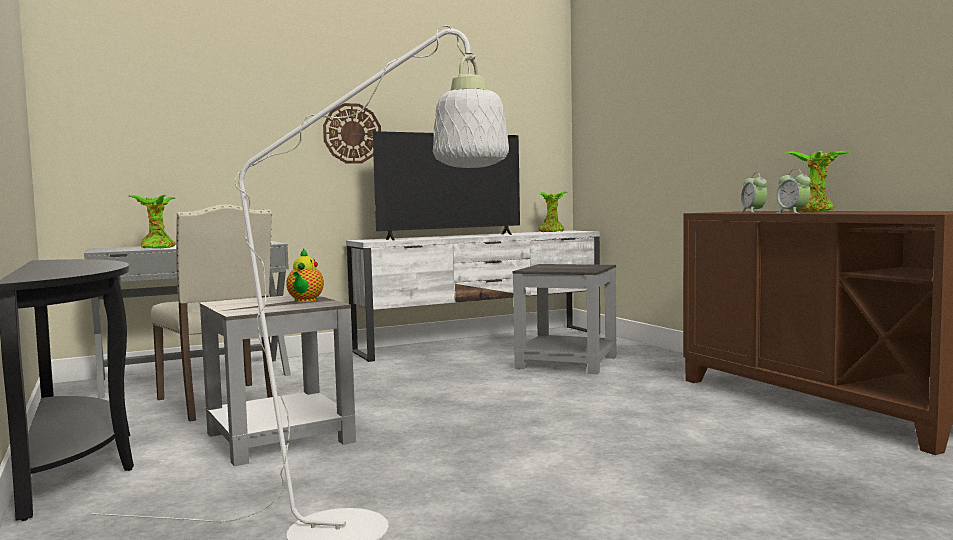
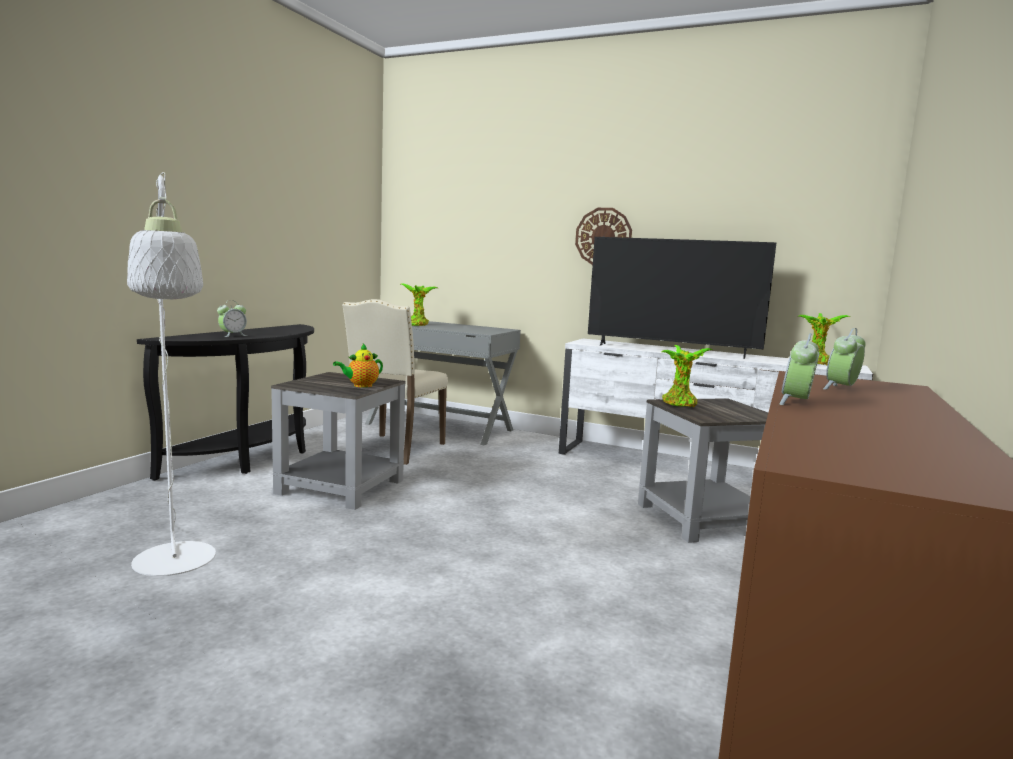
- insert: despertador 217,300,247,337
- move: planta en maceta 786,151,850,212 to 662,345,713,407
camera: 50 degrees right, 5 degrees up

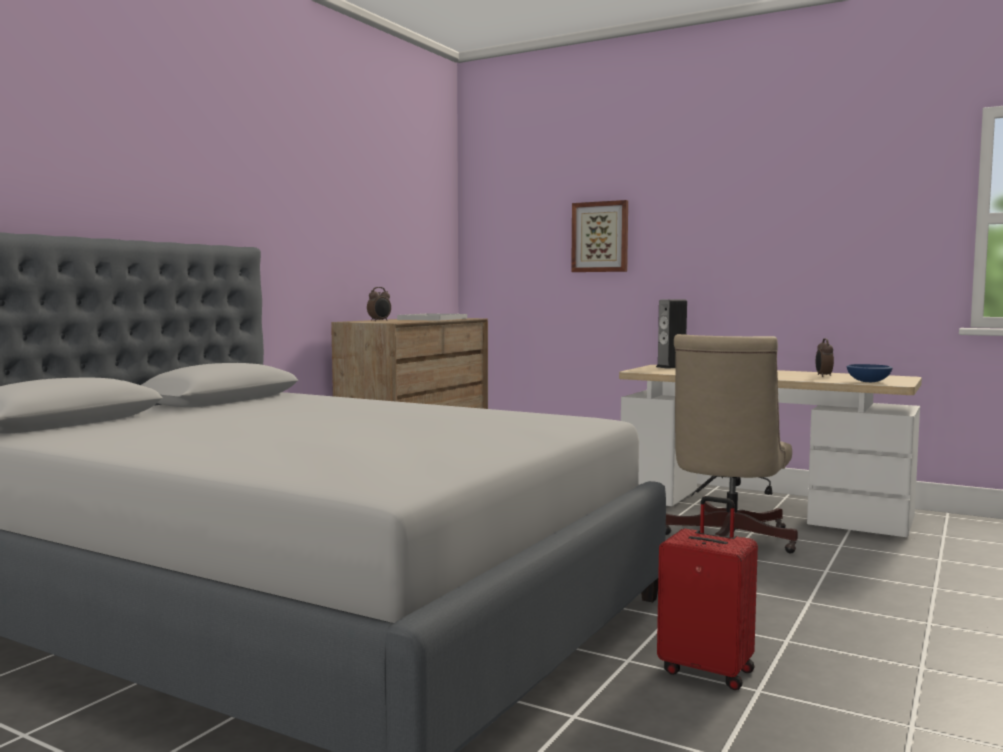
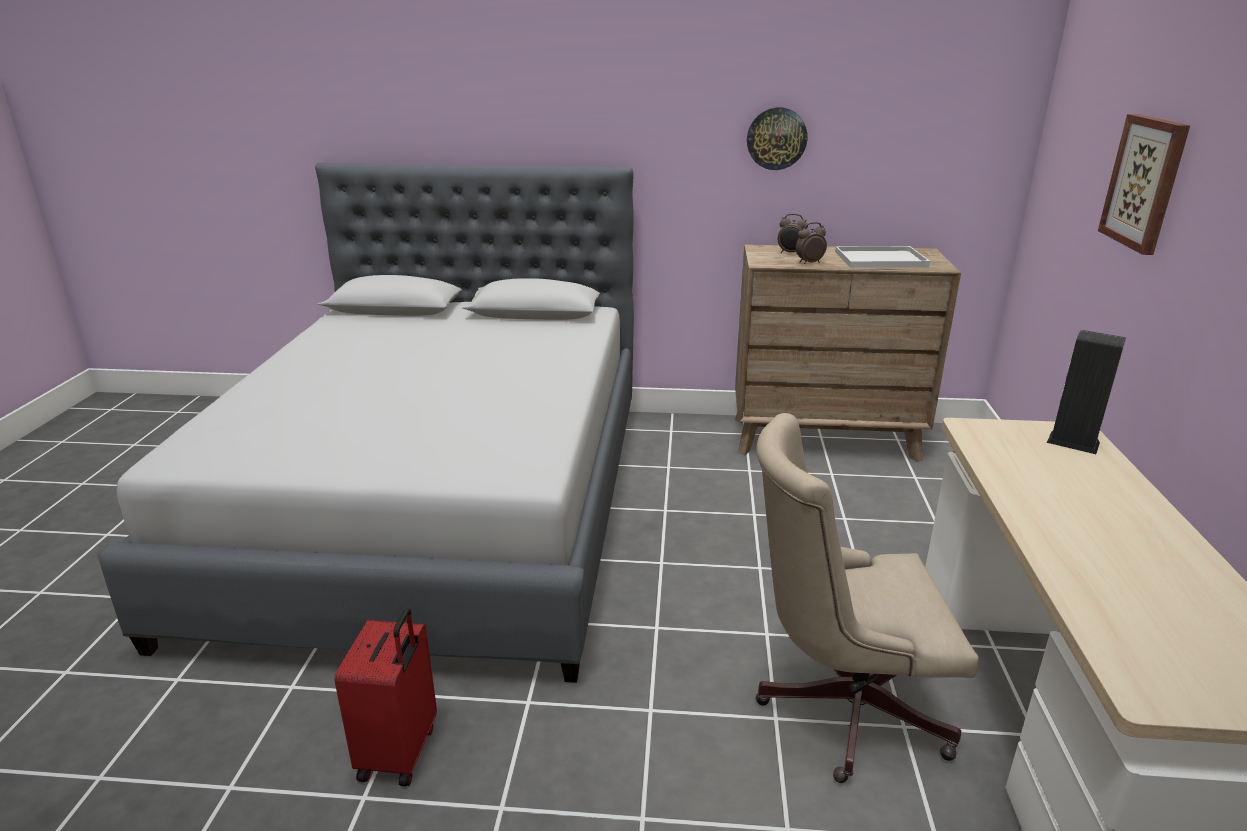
- insert: reloj de pared 747,107,807,170
- move: despertador 816,338,834,377 to 796,222,827,264
- delete: cuenco [azul] 846,364,893,382
camera: 65 degrees right, 20 degrees up

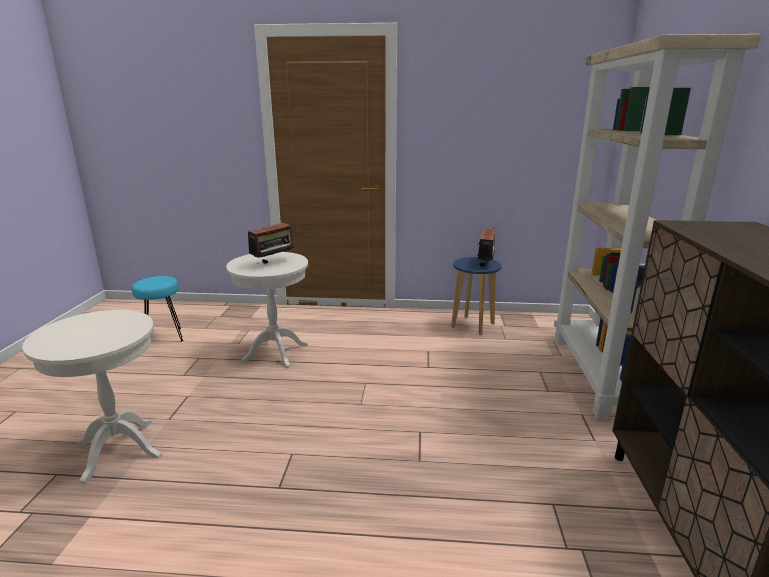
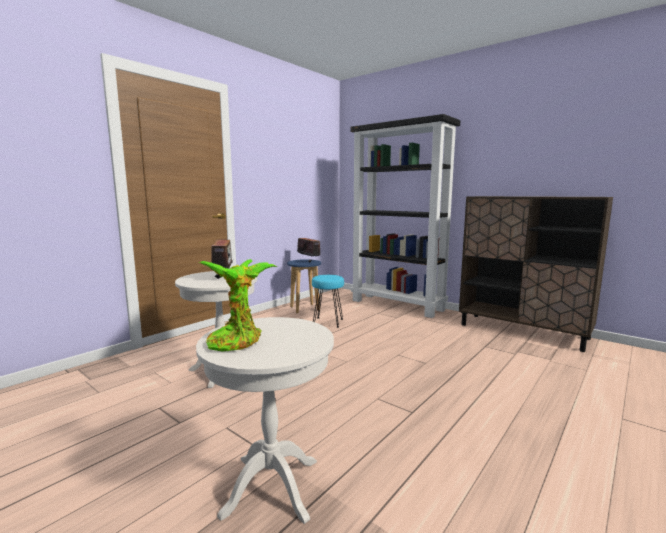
- insert: planta en maceta 198,259,278,352
- move: taburete [turquesa] 132,276,184,342 to 312,275,344,328
- recolor: estantería [beis] 554,34,761,420 to estantería [negro] 350,114,460,318
camera: 55 degrees left, 10 degrees down

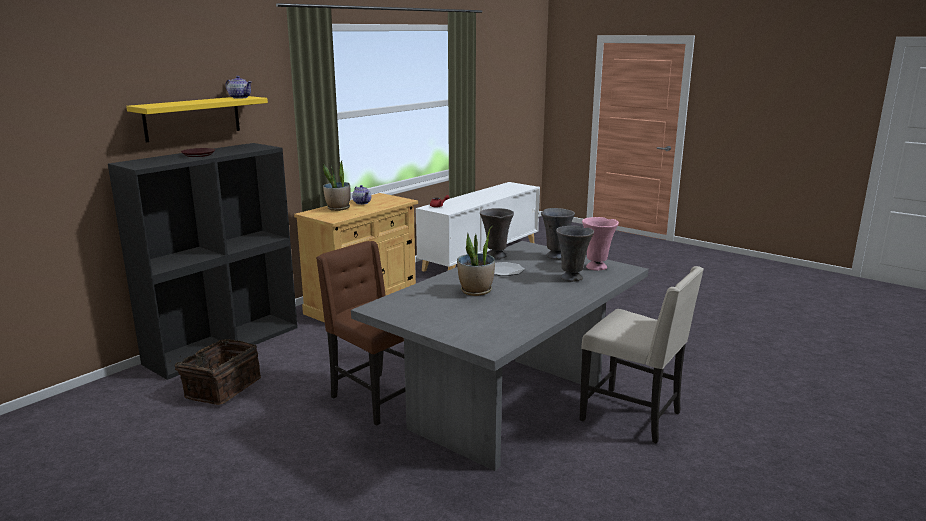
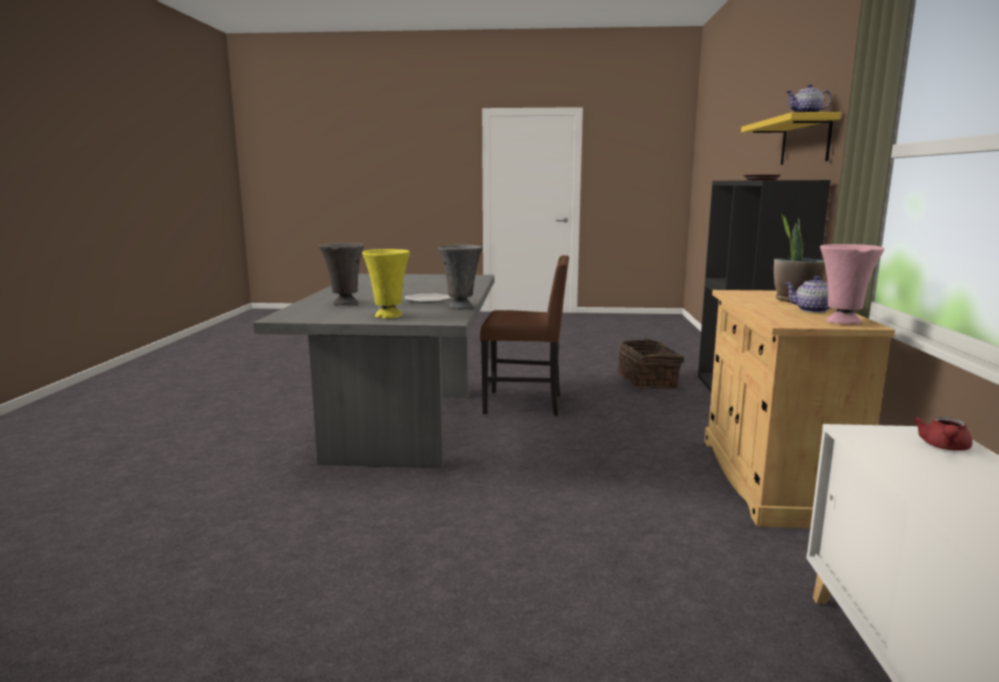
- recolor: florero [gris] 541,208,575,259 to florero [amarillo] 362,249,410,318
- move: florero [rosa] 582,217,619,271 to 820,244,884,325
- delete: planta en maceta 457,226,495,296
- delete: silla [beis] 579,266,704,444
camera: 145 degrees right, 5 degrees down

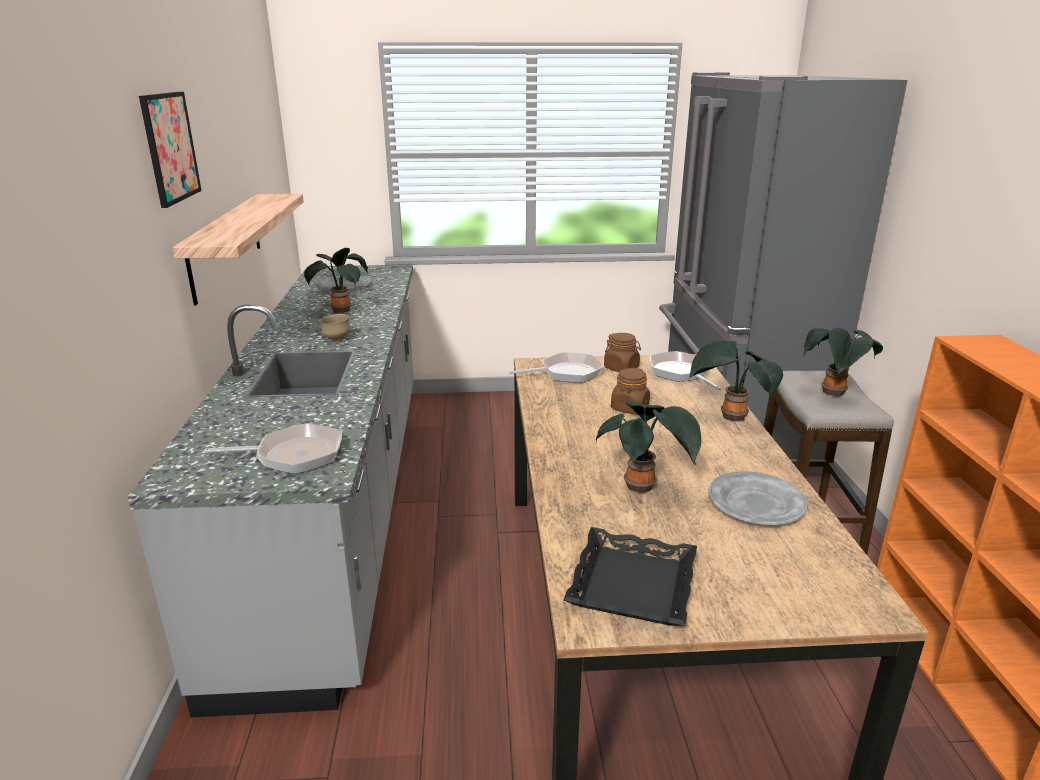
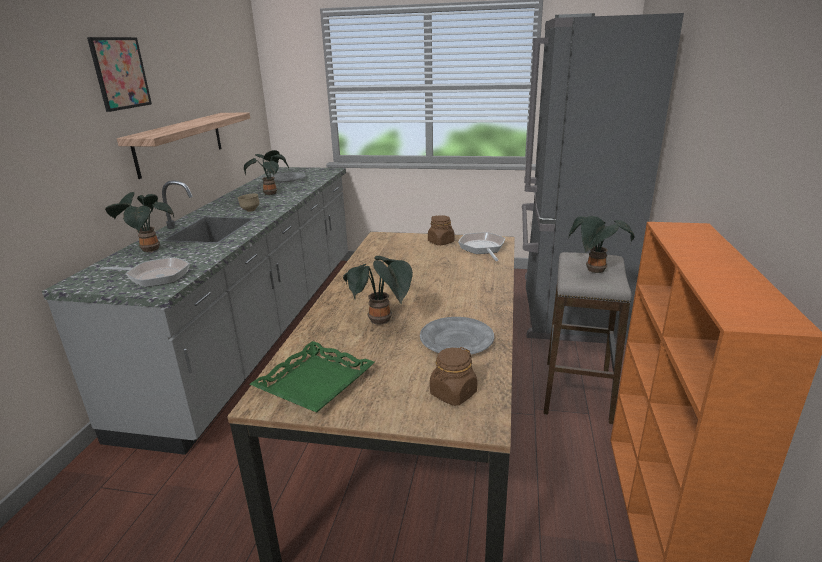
- move: planta en maceta 689,340,783,422 to 105,192,174,253
- recolor: bandeja [negro] 564,527,697,626 to bandeja [verde] 250,341,375,413
- move: tarro [marrón] 611,368,650,414 to 430,347,477,406
- delete: sartén 508,352,604,383
camera: 15 degrees right, 0 degrees up

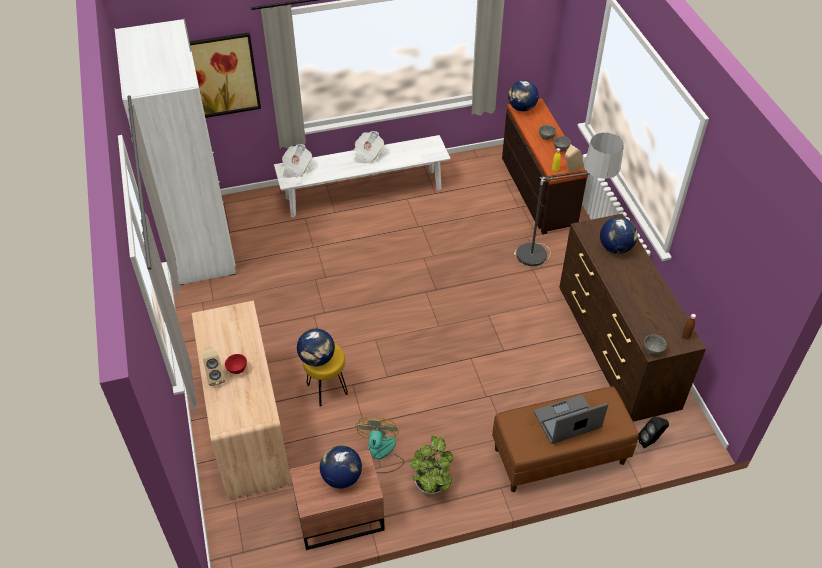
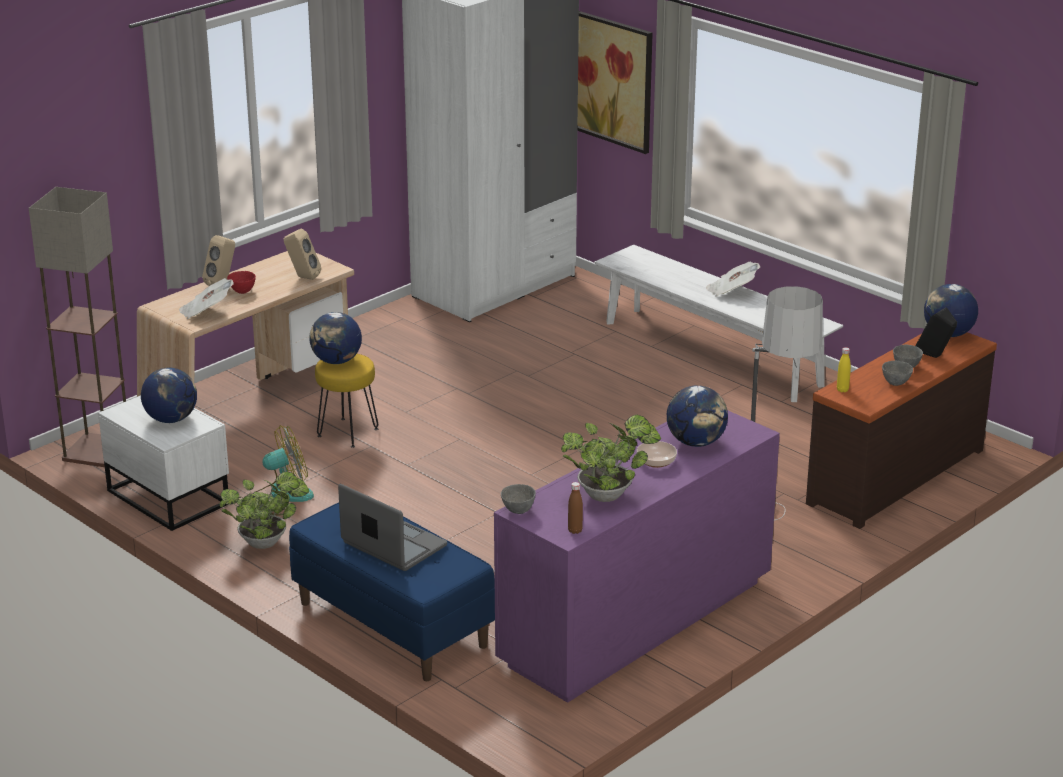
- insert: lámpara de pie 29,187,126,467
- recolor: mesita de noche [marrón] 290,450,385,550 to mesita de noche [blanco] 98,395,229,531
- move: periódico 282,144,312,178 to 179,278,234,319
- move: altavoz [beis] 565,145,584,172 to 284,229,321,280
- recolor: banco [marrón] 492,386,639,492 to banco [azul] 289,502,495,681
- recolor: cómoda [marrón] 559,214,706,422 to cómoda [morado] 494,410,780,703
- insert: planta en maceta 561,415,661,502
- insert: cuenco 637,441,677,468
- move: altavoz [negro] 638,417,669,448 to 916,307,957,358
camera: 60 degrees right, 20 degrees down

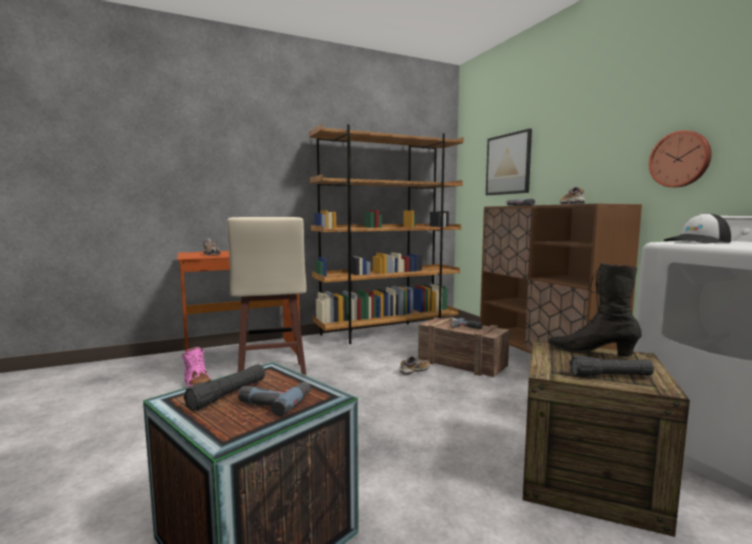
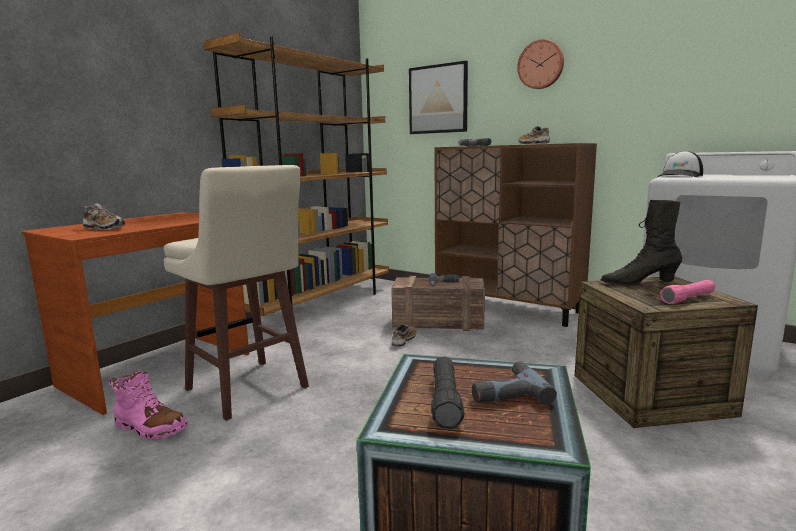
- move: reloj de pared 649,130,712,187 to 517,39,564,89
- recolor: linterna [negro] 570,356,654,377 to linterna [rosa] 660,280,715,304
camera: 30 degrees left, 5 degrees up

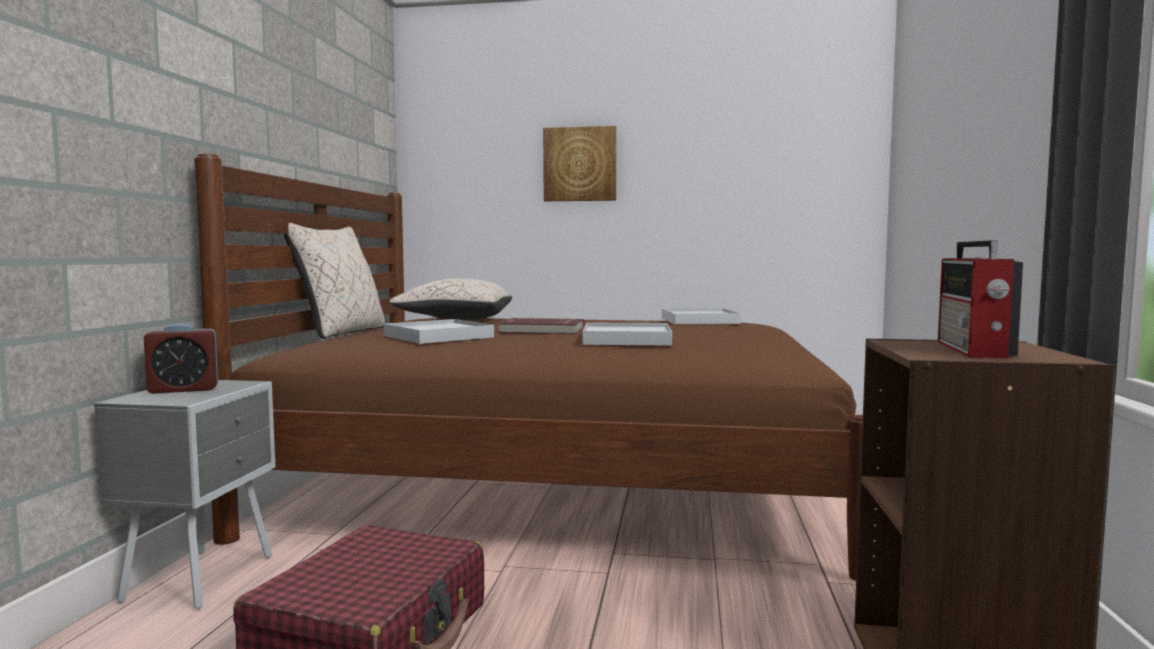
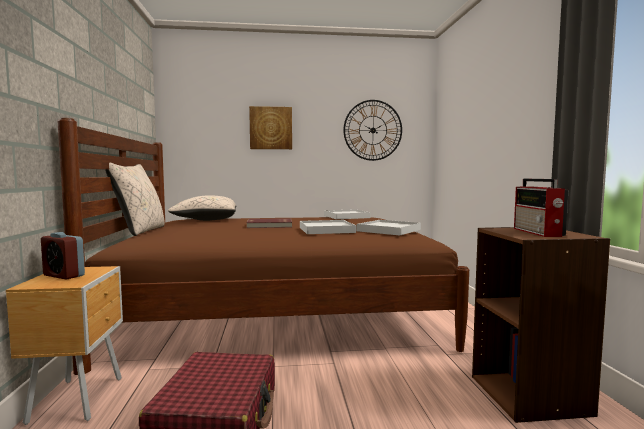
- recolor: mesita de noche [gris] 94,380,275,610 to mesita de noche [marrón] 6,266,123,425
- rotate: despertador 144,324,218,394 = 41,232,85,280 60 degrees clockwise
- insert: reloj de pared 343,100,402,161
- move: bandeja [blanco] 384,319,494,344 to 356,220,421,236
camera: 15 degrees left, 0 degrees up

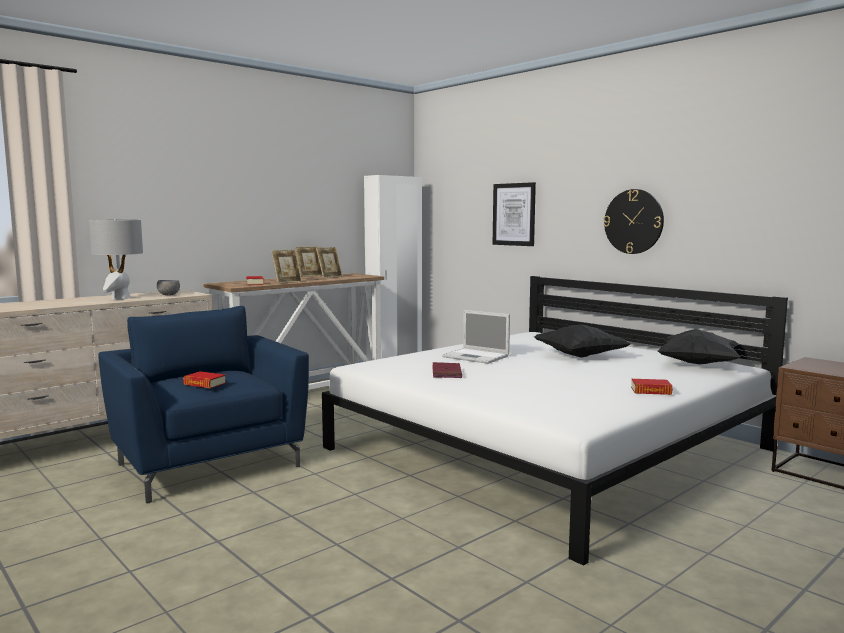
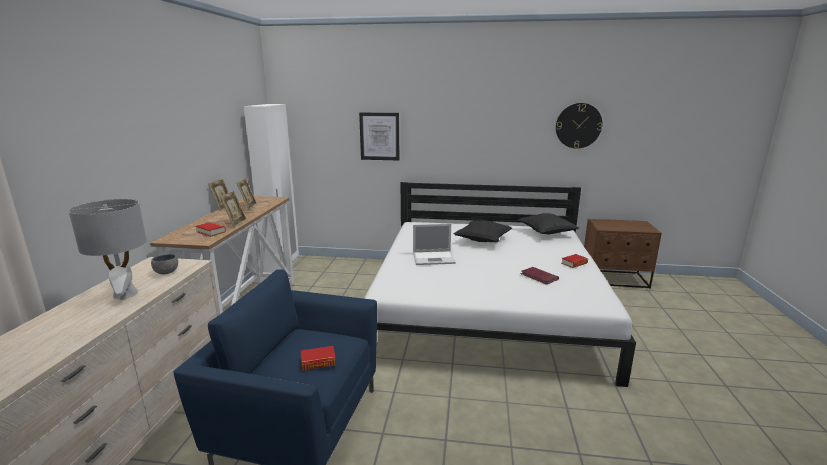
- move: libro [rojo] 432,362,462,378 to 520,267,559,285
- move: reloj de pared 604,189,664,254 to 556,103,602,149
camera: 40 degrees left, 10 degrees up

